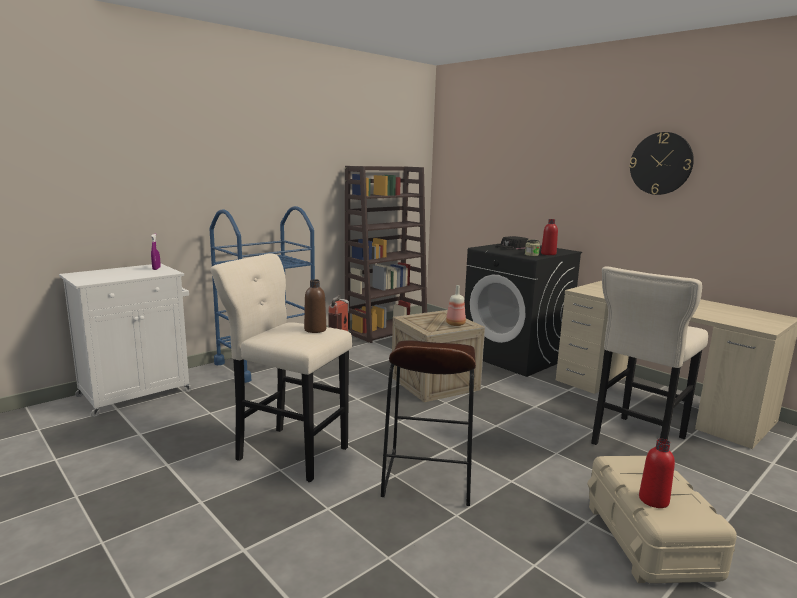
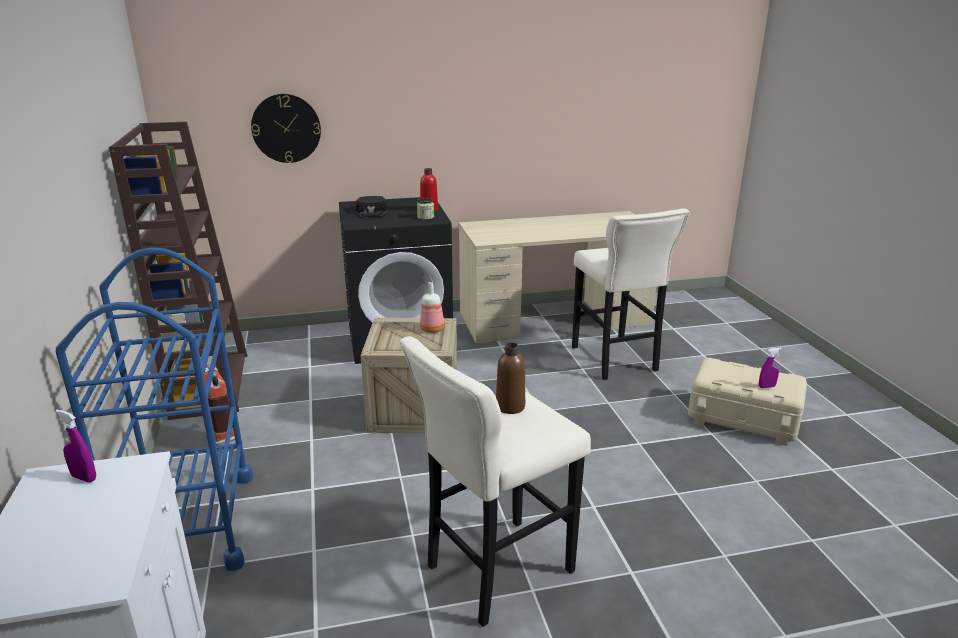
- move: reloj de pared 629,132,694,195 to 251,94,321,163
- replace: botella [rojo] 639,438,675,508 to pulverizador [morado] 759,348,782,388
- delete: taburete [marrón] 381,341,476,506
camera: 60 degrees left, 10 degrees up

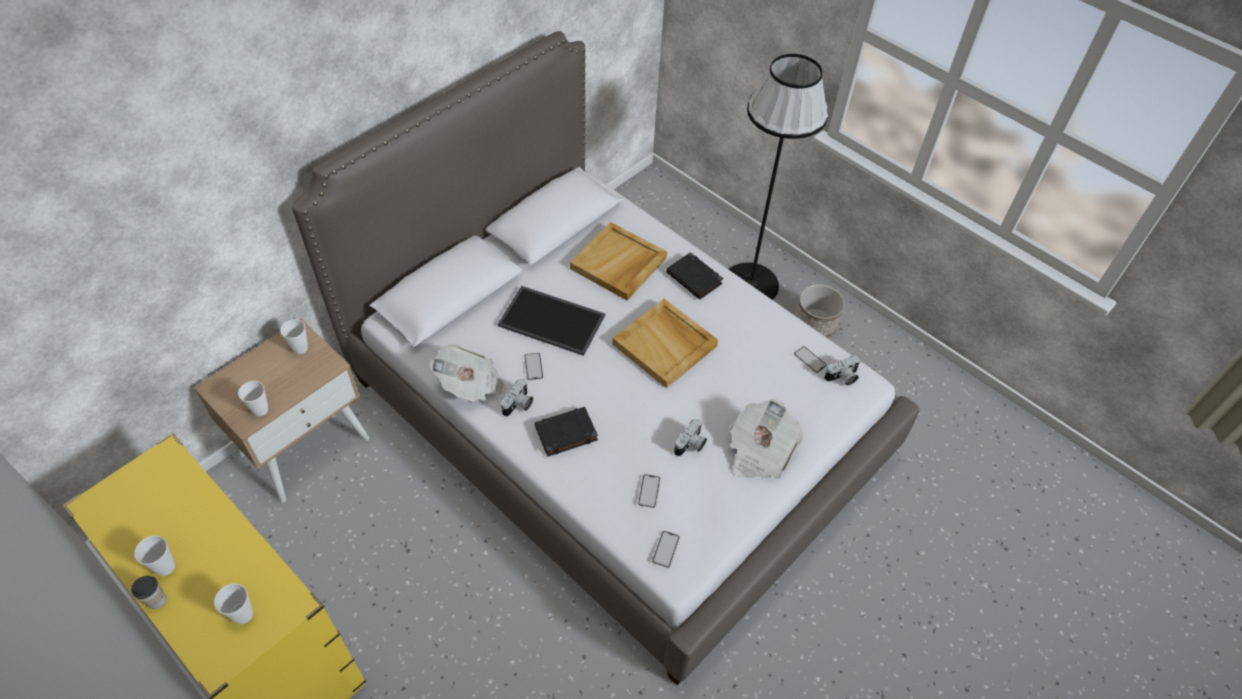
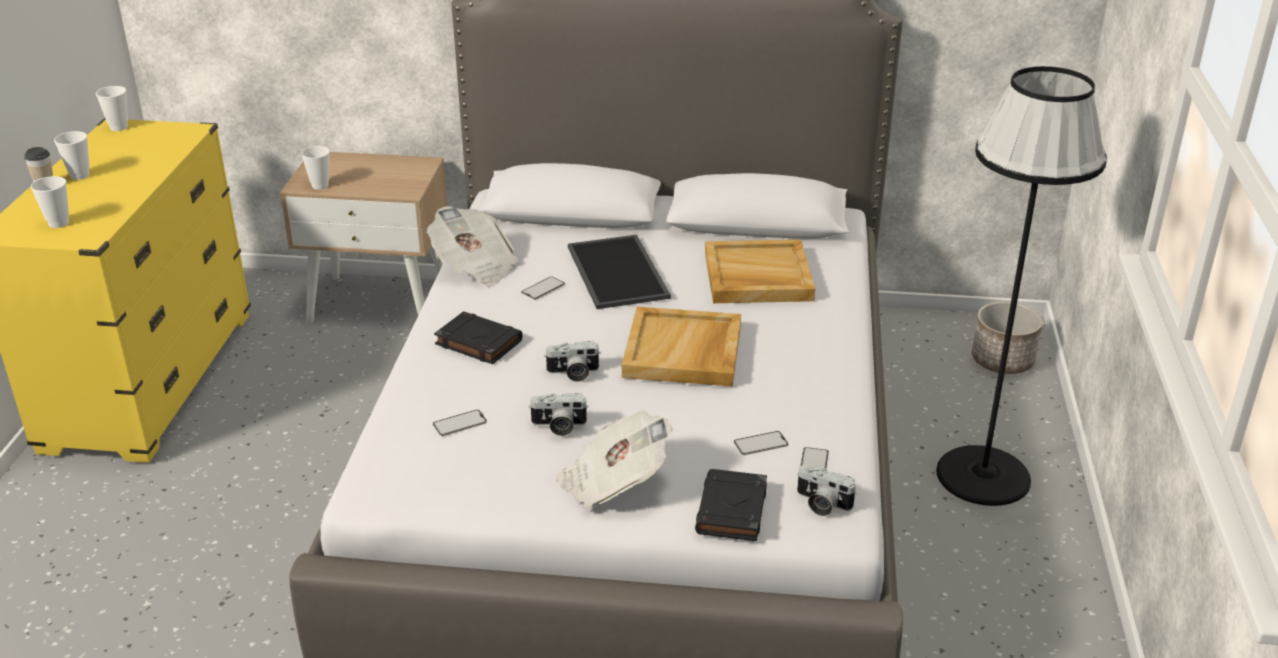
- move: taza 280,319,308,354 to 96,86,128,131
- move: cámara 501,379,533,417 to 544,341,601,382
- move: libro [negro] 666,252,723,299 to 695,469,767,541
- move: móvil 652,531,680,568 to 734,431,788,455
- move: maceta 795,284,845,338 to 972,302,1043,374
camera: 55 degrees right, 20 degrees down

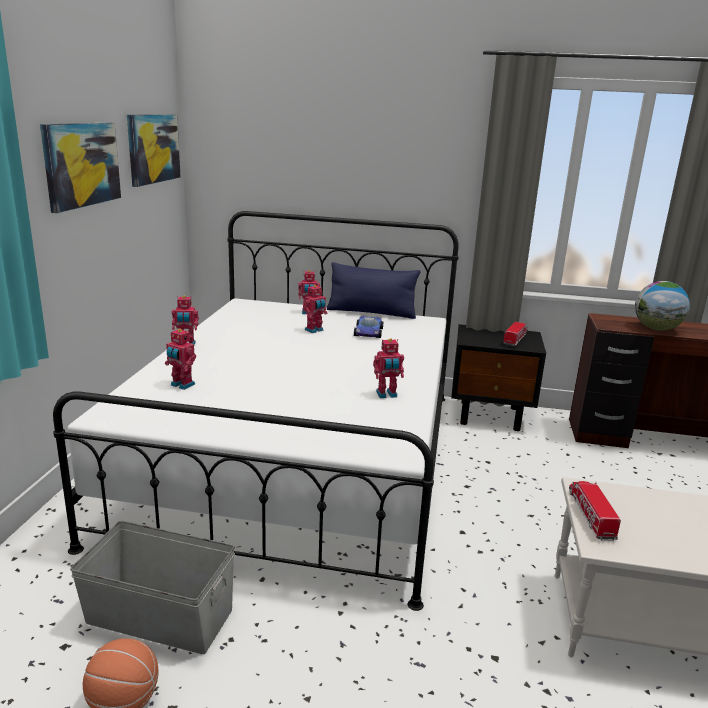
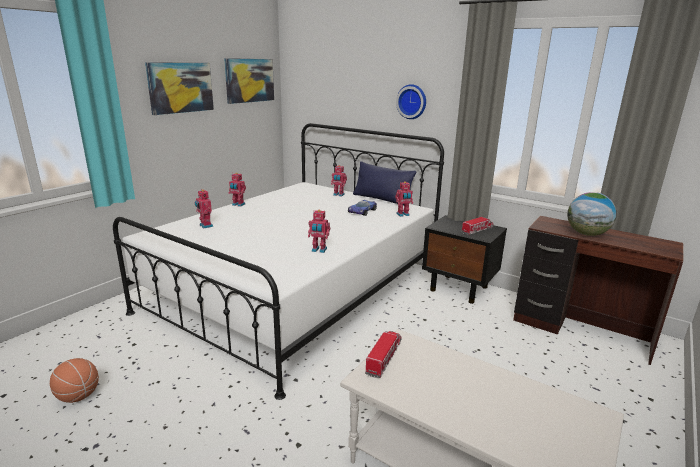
- move: robot de juguete 303,285,327,333 to 395,181,413,217
- insert: reloj de pared 396,84,426,119
- delete: caja de almacenaje [gris] 70,521,235,654
camera: 25 degrees right, 0 degrees up

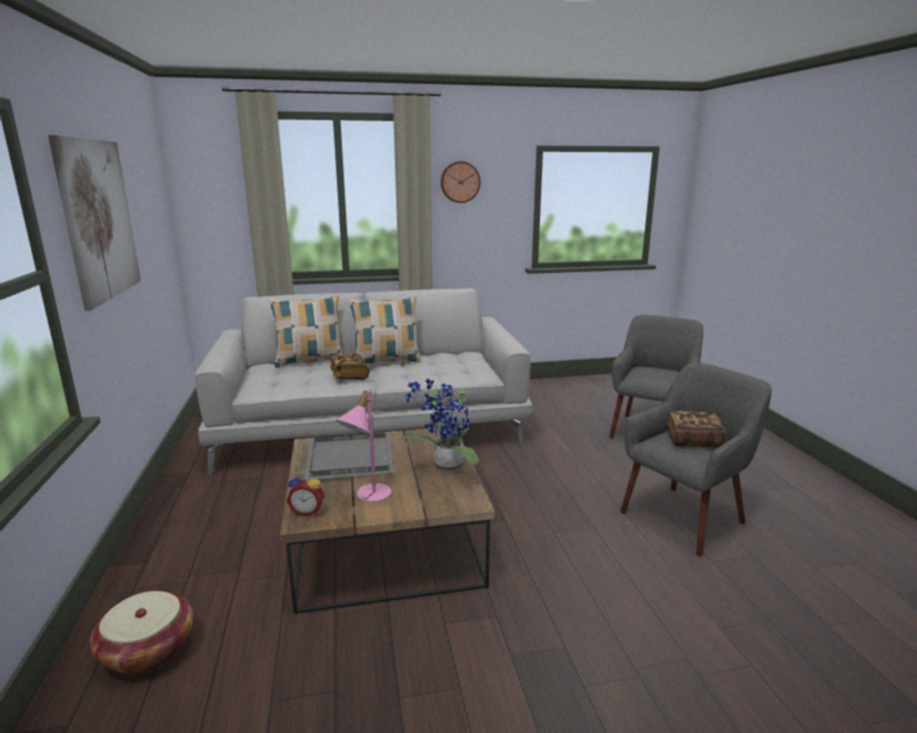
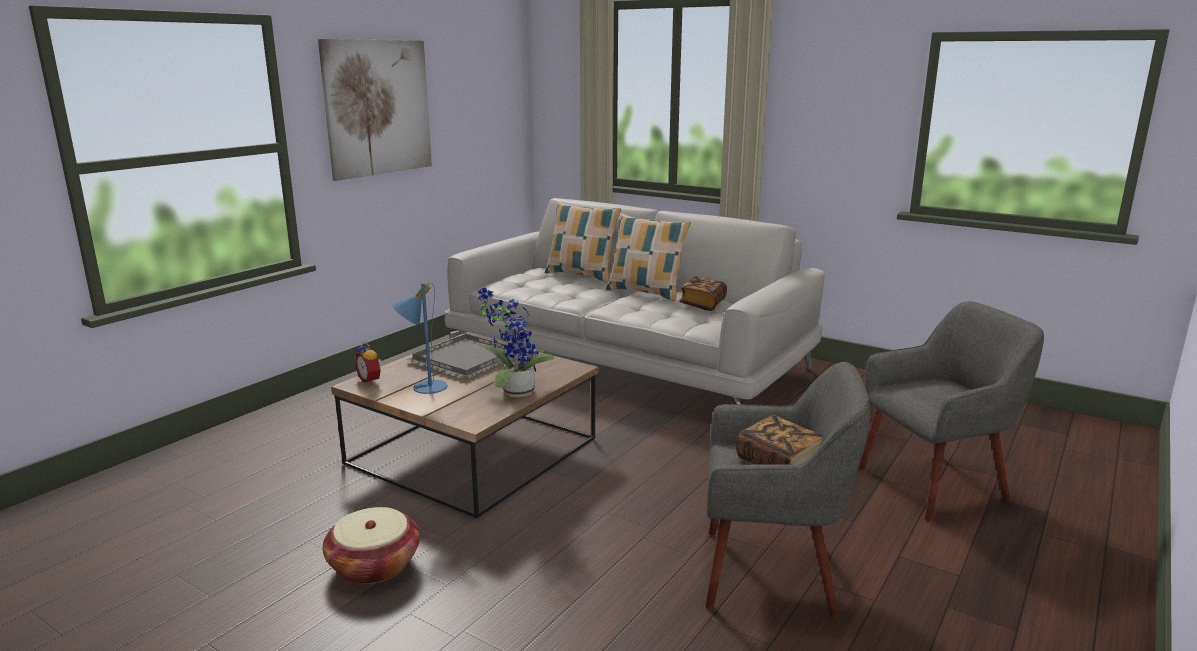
- move: cesta 90,591,193,675 to 323,507,420,584
- recolor: lámpara de mesa [rosa] 336,390,391,502 to lámpara de mesa [azul] 391,283,448,394
- move: libro 330,354,369,380 to 679,277,727,311
- delete: reloj de pared 441,161,481,203
camera: 45 degrees right, 0 degrees up

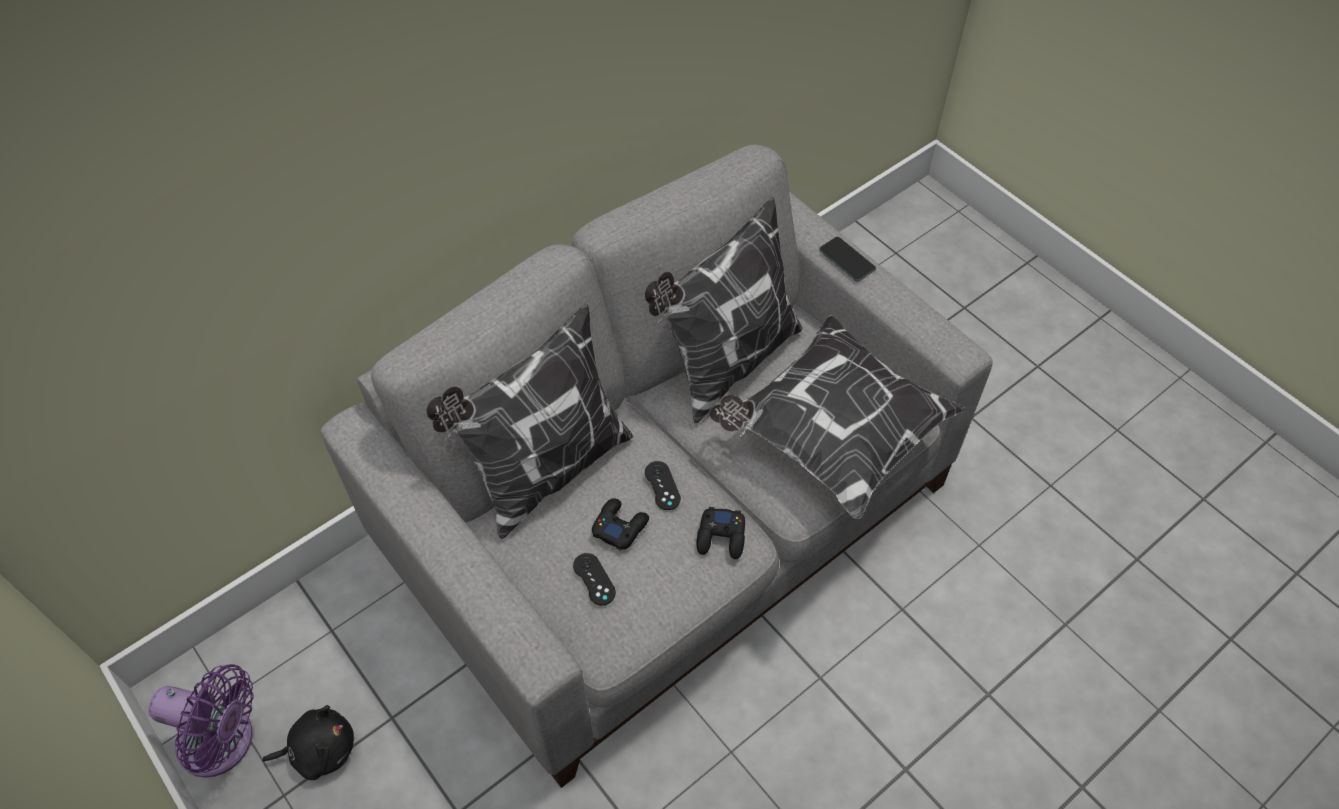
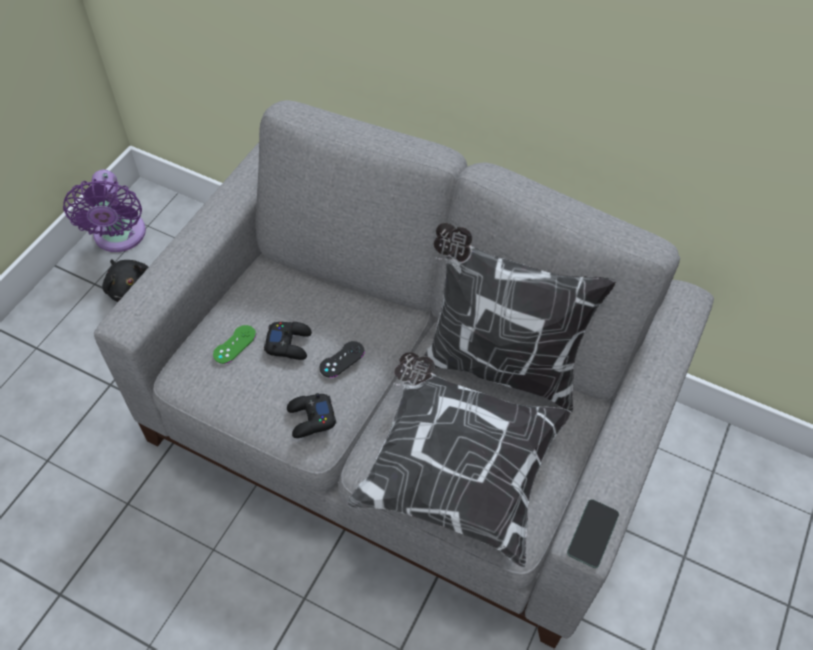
- recolor: mando de consola [negro] 573,553,616,606 to mando de consola [verde] 213,325,256,364
- move: móvil 819,237,876,282 to 567,499,619,568
- delete: cojín 426,304,633,539
camera: 65 degrees right, 0 degrees up

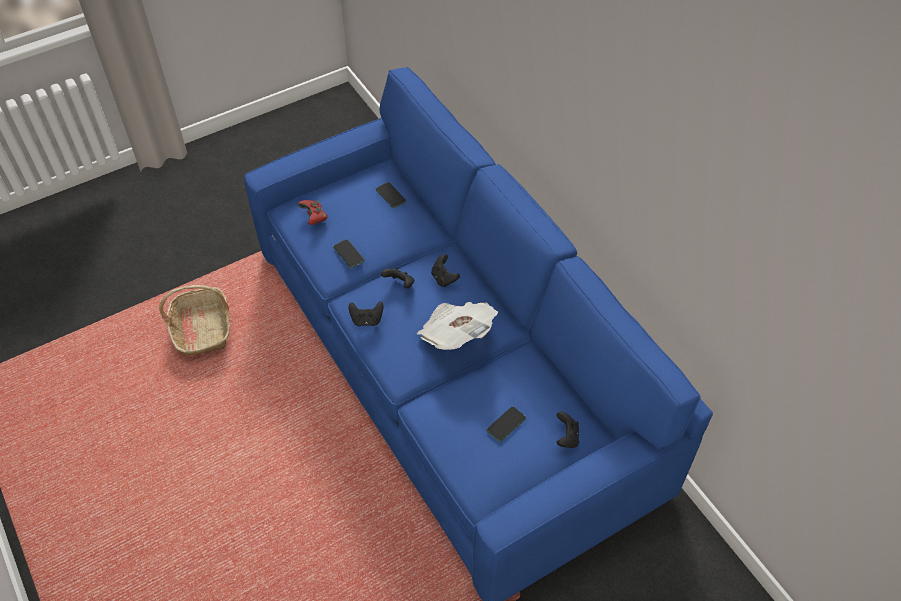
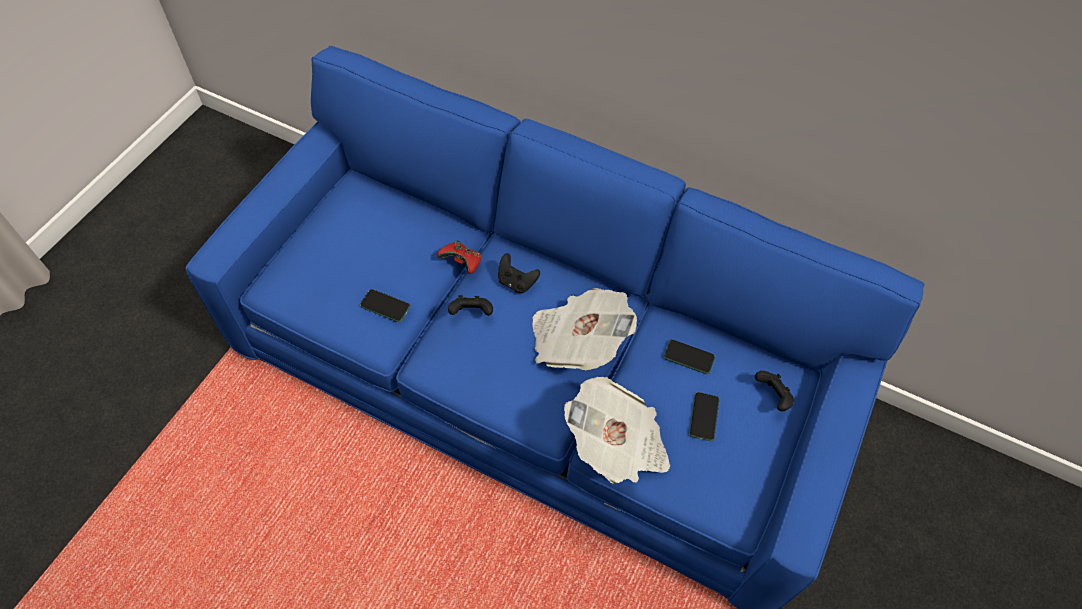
- move: mando de consola [rojo] 298,200,327,225 to 437,240,482,274
- insert: periódico 564,377,670,484
- move: móvil 376,182,406,208 to 664,340,715,374
- delete: cesta 159,285,230,356
- delete: mando de consola [negro] 349,301,384,326
camera: 35 degrees left, 5 degrees up

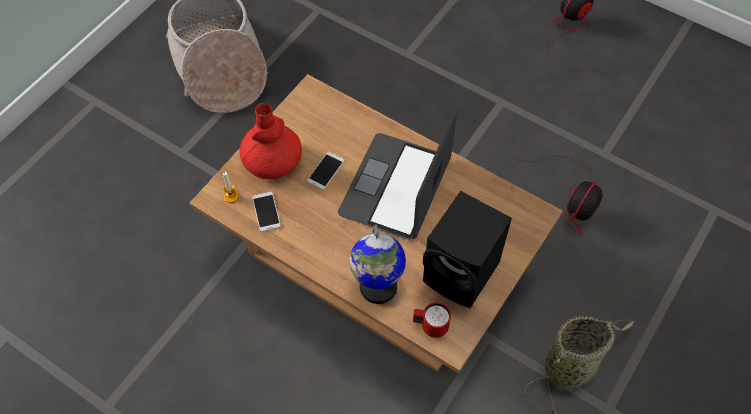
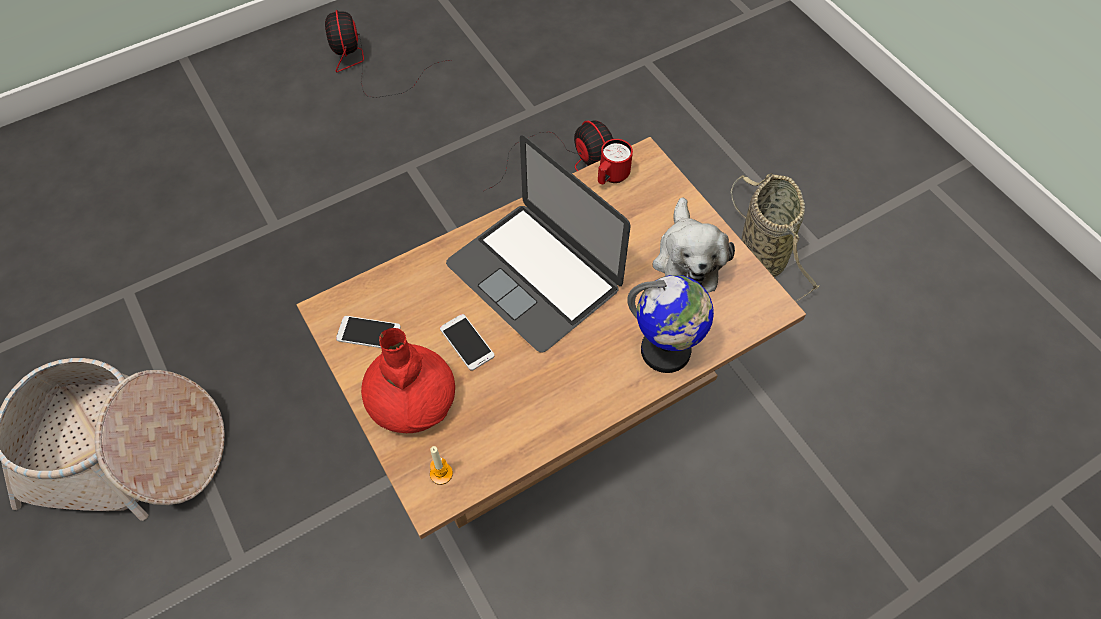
- move: móvil 252,192,281,232 to 336,316,401,348
- move: taza grande [rojo] 413,302,451,338 to 598,139,633,184
- replace: altavoz [negro] 423,191,512,308 to peluche 652,198,735,293
camera: 65 degrees left, 0 degrees up

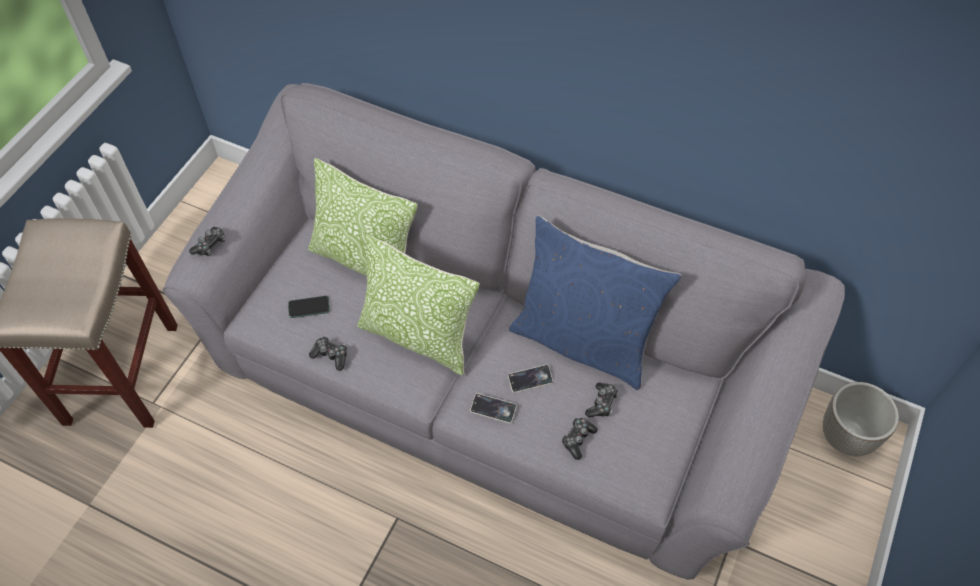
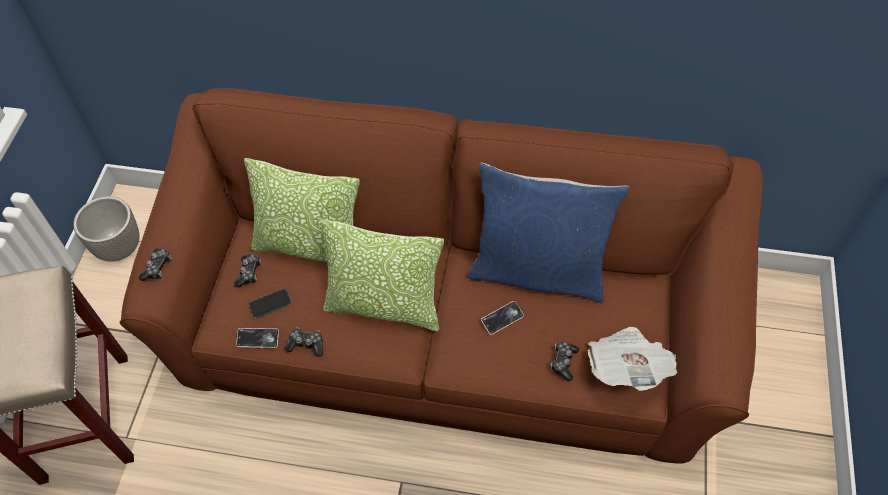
- move: maceta 823,382,899,456 to 73,196,140,262
- recolor: sofá [gris] 162,83,845,580 to sofá [marrón] 120,88,763,463
- move: mando de consola 585,383,619,417 to 234,254,261,287
- move: móvil 470,393,517,423 to 236,328,279,348
- insert: periódico 588,327,677,391
camera: 15 degrees left, 0 degrees up

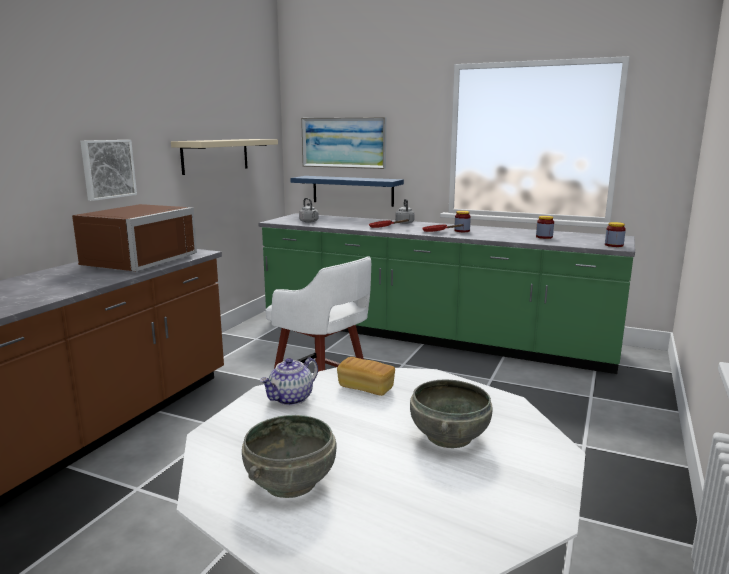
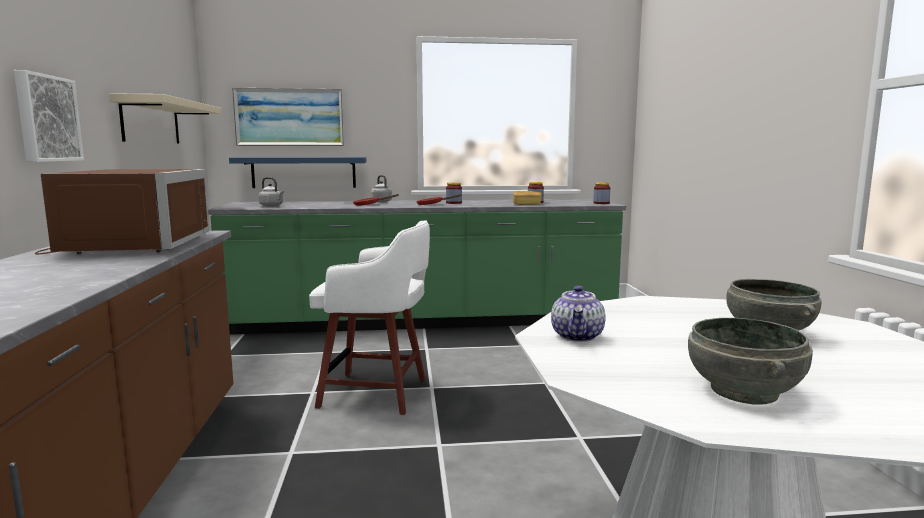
- move: pan 337,357,395,396 to 513,191,542,205
camera: 30 degrees left, 5 degrees down

